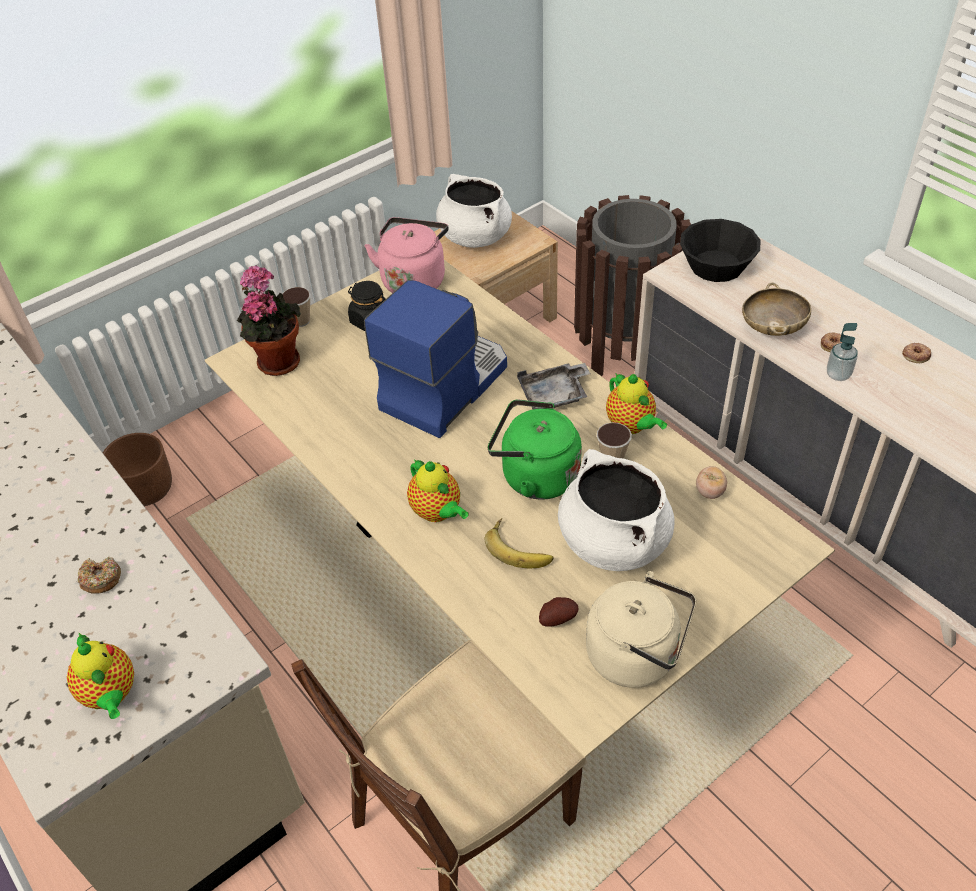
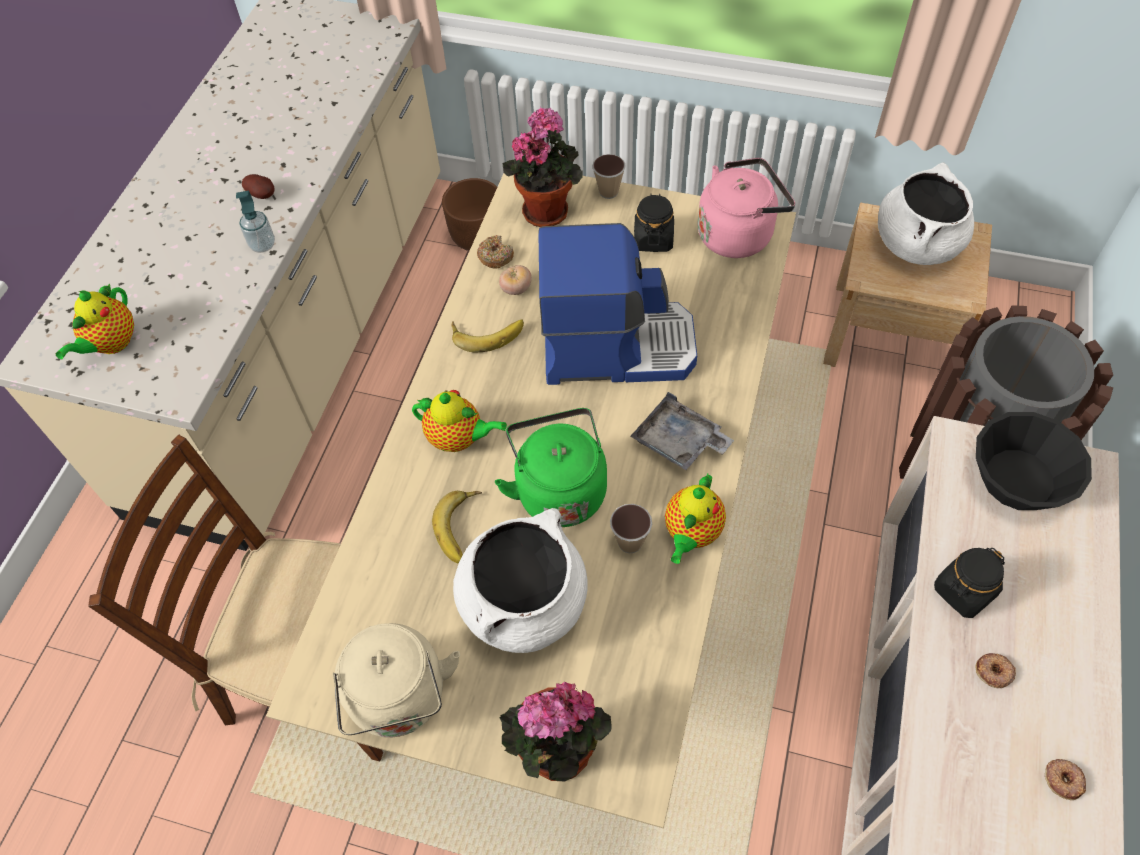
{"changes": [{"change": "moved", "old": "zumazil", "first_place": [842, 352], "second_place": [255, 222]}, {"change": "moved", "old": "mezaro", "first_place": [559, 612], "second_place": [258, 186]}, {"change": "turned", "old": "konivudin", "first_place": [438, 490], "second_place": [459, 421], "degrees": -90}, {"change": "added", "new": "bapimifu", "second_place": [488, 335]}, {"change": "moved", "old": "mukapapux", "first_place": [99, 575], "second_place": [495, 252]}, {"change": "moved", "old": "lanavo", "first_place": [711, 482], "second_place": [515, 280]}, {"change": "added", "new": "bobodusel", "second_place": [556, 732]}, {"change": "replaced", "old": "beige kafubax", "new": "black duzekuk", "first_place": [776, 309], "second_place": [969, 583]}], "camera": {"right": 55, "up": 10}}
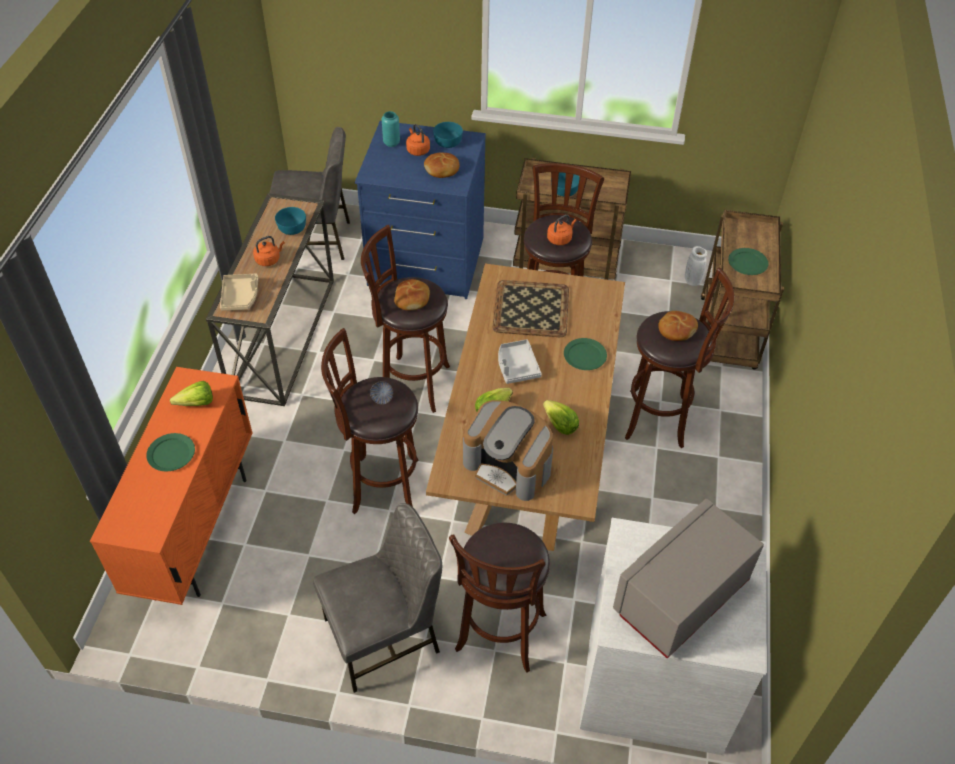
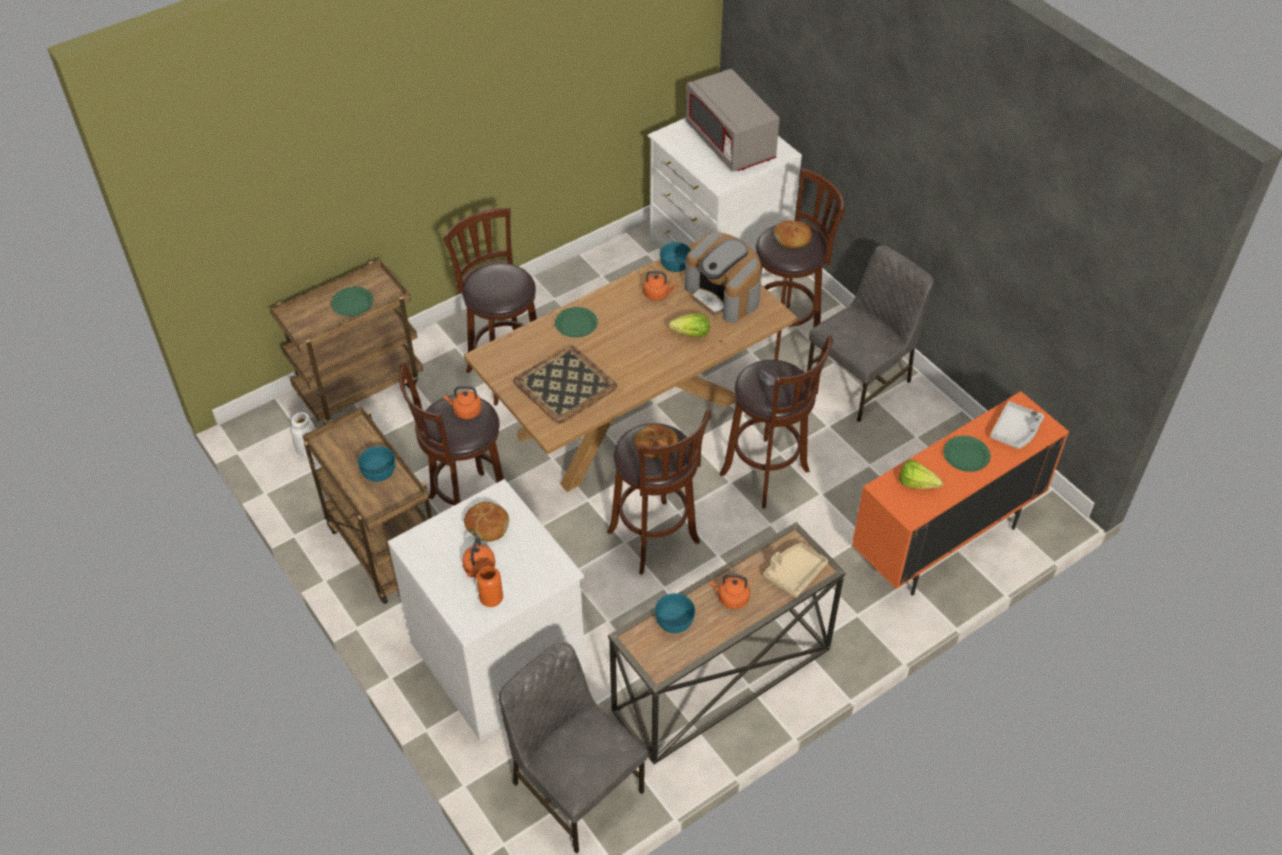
{"changes": [{"change": "recoloured", "old": "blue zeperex", "new": "white zeperex", "first_place": [420, 210], "second_place": [487, 610]}, {"change": "recoloured", "old": "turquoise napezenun", "new": "orange napezenun", "first_place": [391, 129], "second_place": [489, 586]}, {"change": "replaced", "old": "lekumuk", "new": "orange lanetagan", "first_place": [561, 417], "second_place": [660, 286]}, {"change": "moved", "old": "turquoise kafubax", "first_place": [448, 135], "second_place": [675, 257]}, {"change": "turned", "old": "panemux", "first_place": [508, 450], "second_place": [723, 277], "degrees": 150}, {"change": "turned", "old": "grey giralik", "first_place": [688, 578], "second_place": [732, 120], "degrees": 60}, {"change": "moved", "old": "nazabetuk", "first_place": [678, 326], "second_place": [793, 234]}, {"change": "turned", "old": "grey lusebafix", "first_place": [377, 598], "second_place": [870, 334], "degrees": 120}, {"change": "moved", "old": "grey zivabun", "first_place": [520, 361], "second_place": [1017, 425]}], "camera": {"right": -135, "up": 0}}
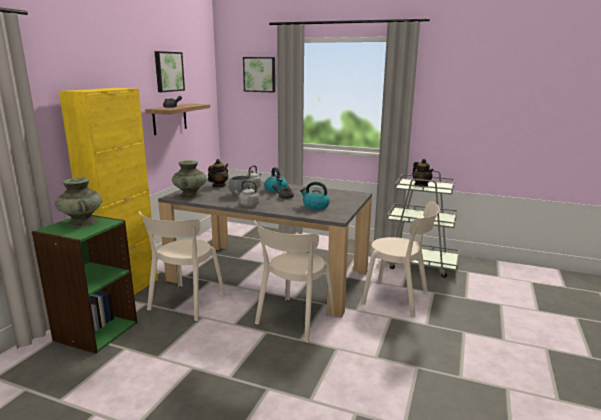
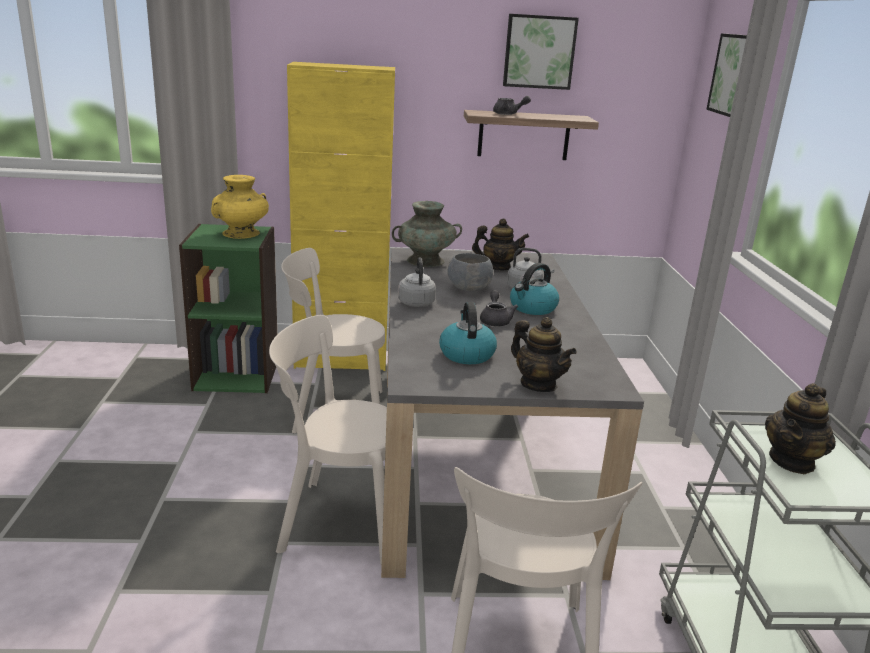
{"changes": [{"change": "recoloured", "old": "turquoise napezenun", "new": "yellow napezenun", "first_place": [78, 202], "second_place": [240, 207]}, {"change": "added", "new": "konivudin", "second_place": [544, 354]}], "camera": {"right": 65, "up": 5}}
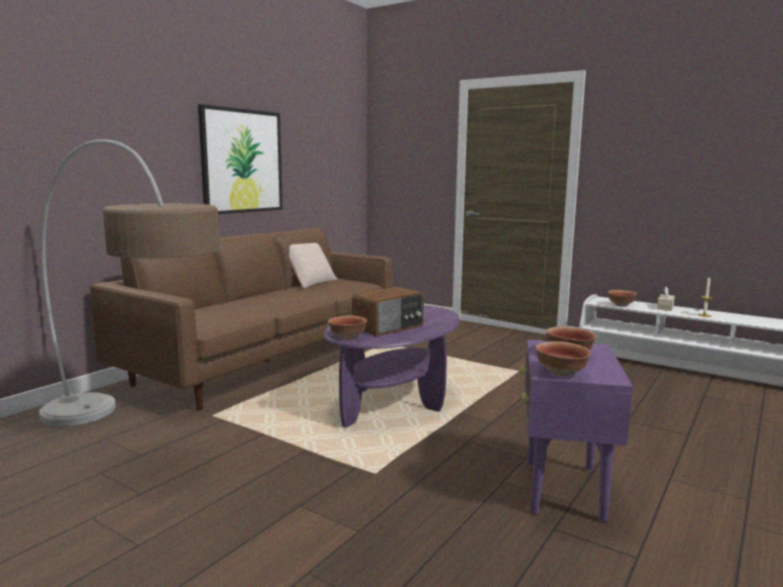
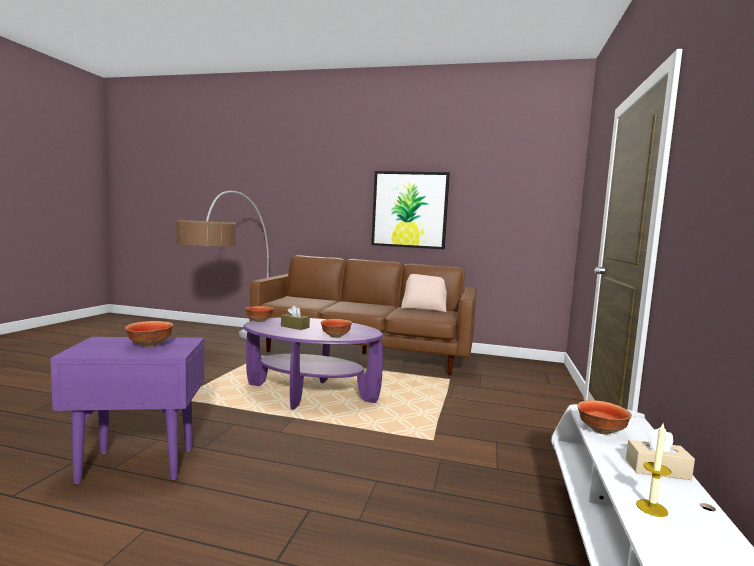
{"changes": [{"change": "replaced", "old": "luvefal", "new": "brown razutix", "first_place": [388, 311], "second_place": [295, 317]}, {"change": "moved", "old": "kafubax", "first_place": [563, 358], "second_place": [336, 328]}], "camera": {"right": 70, "up": -5}}
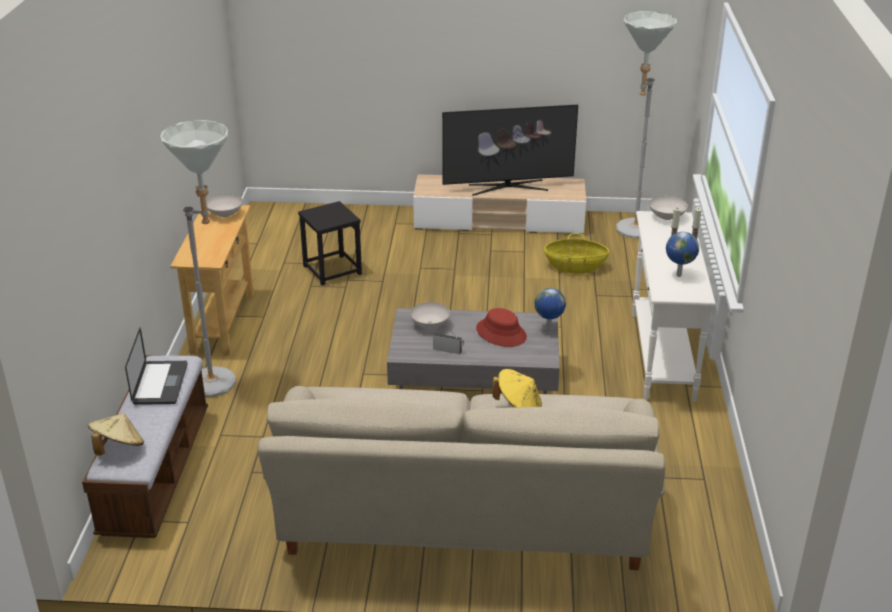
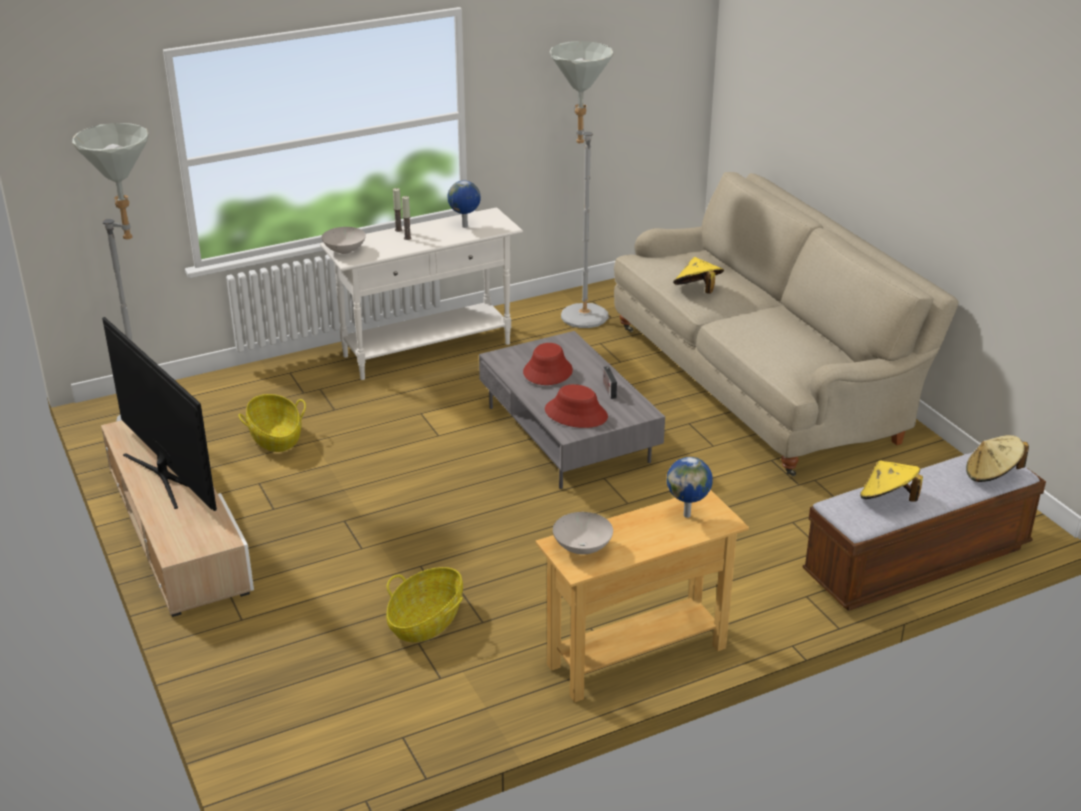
{"changes": [{"change": "replaced", "old": "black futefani", "new": "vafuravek", "first_place": [330, 243], "second_place": [424, 604]}, {"change": "replaced", "old": "white kafubax", "new": "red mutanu", "first_place": [430, 315], "second_place": [576, 406]}, {"change": "moved", "old": "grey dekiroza", "first_place": [198, 258], "second_place": [582, 184]}, {"change": "moved", "old": "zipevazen", "first_place": [550, 309], "second_place": [689, 487]}, {"change": "replaced", "old": "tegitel", "new": "yellow mutanu", "first_place": [156, 366], "second_place": [891, 481]}], "camera": {"right": -120, "up": 0}}
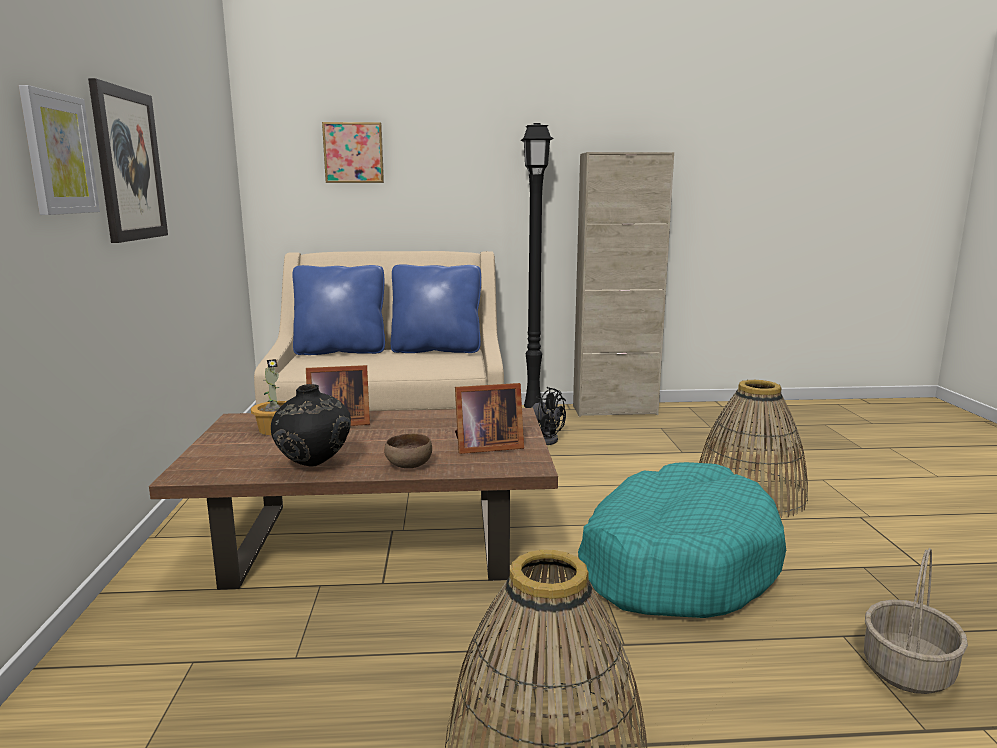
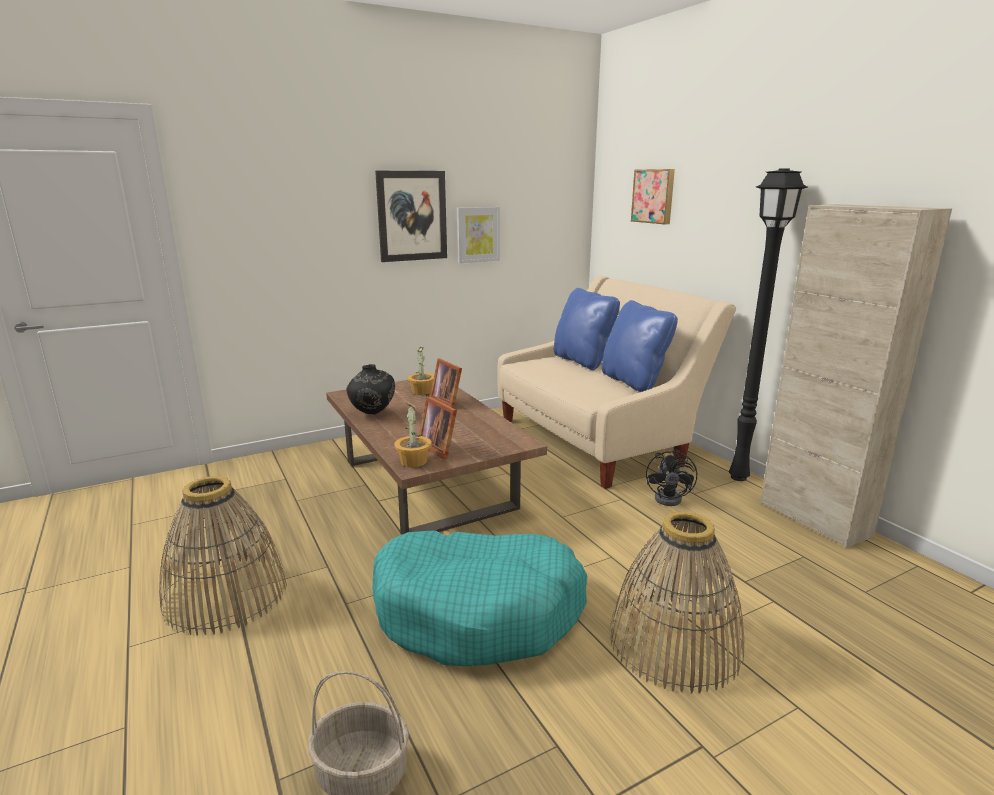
{"changes": [{"change": "added", "new": "bobodusel", "second_place": [413, 435]}, {"change": "moved", "old": "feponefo", "first_place": [59, 150], "second_place": [478, 235]}, {"change": "removed", "old": "brown kafubax", "first_place": [408, 450]}], "camera": {"right": 65, "up": 5}}
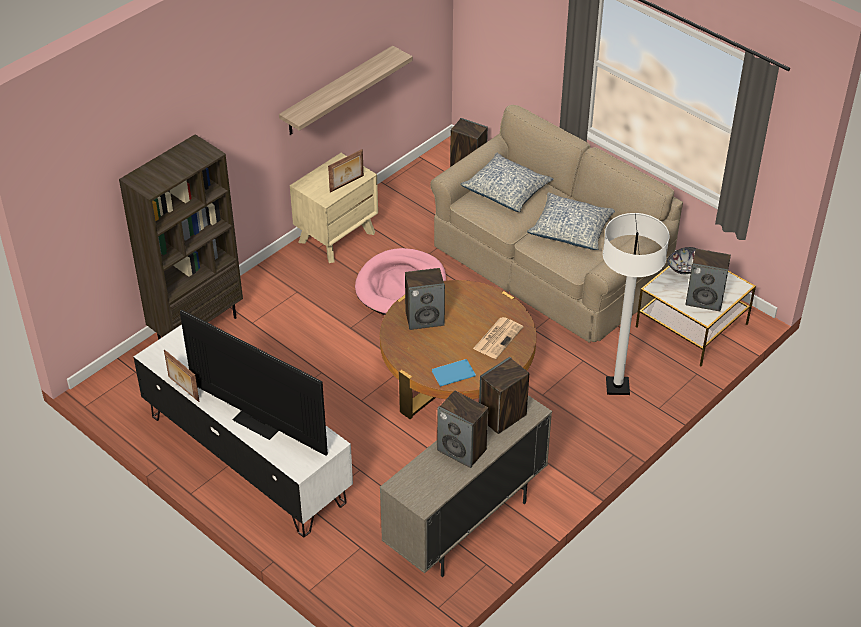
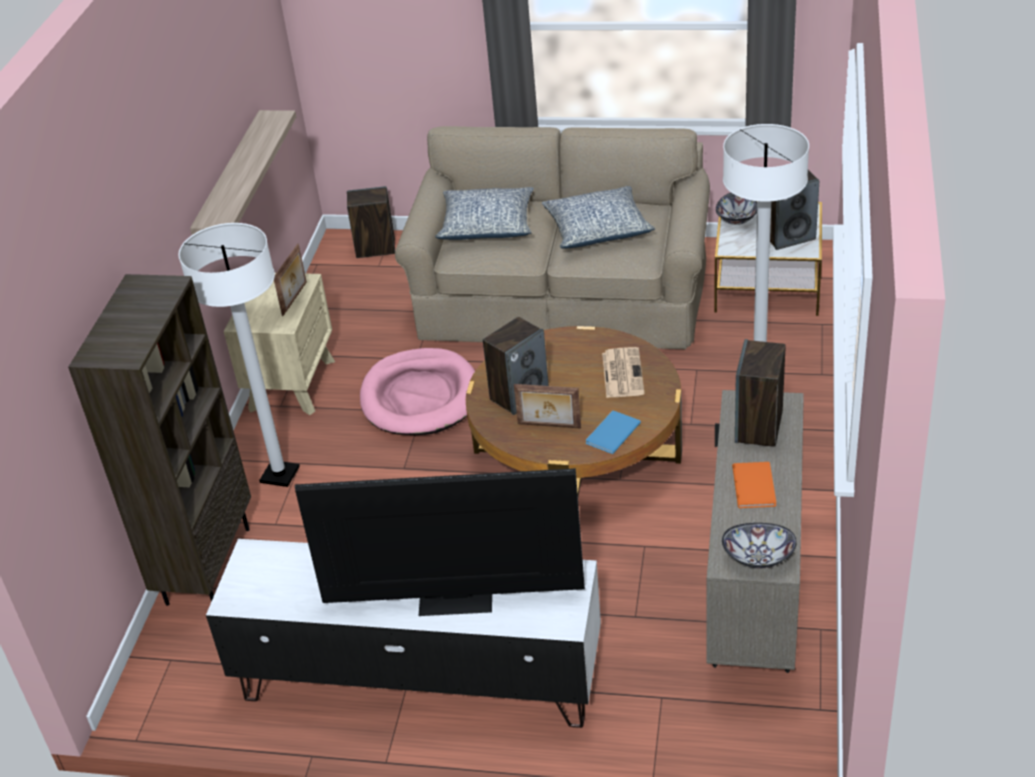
{"changes": [{"change": "added", "new": "white dekiroza", "second_place": [239, 355]}, {"change": "moved", "old": "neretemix", "first_place": [181, 376], "second_place": [547, 406]}, {"change": "added", "new": "kafubax", "second_place": [759, 545]}, {"change": "replaced", "old": "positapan", "new": "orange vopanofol", "first_place": [462, 429], "second_place": [754, 485]}], "camera": {"right": -30, "up": -5}}
